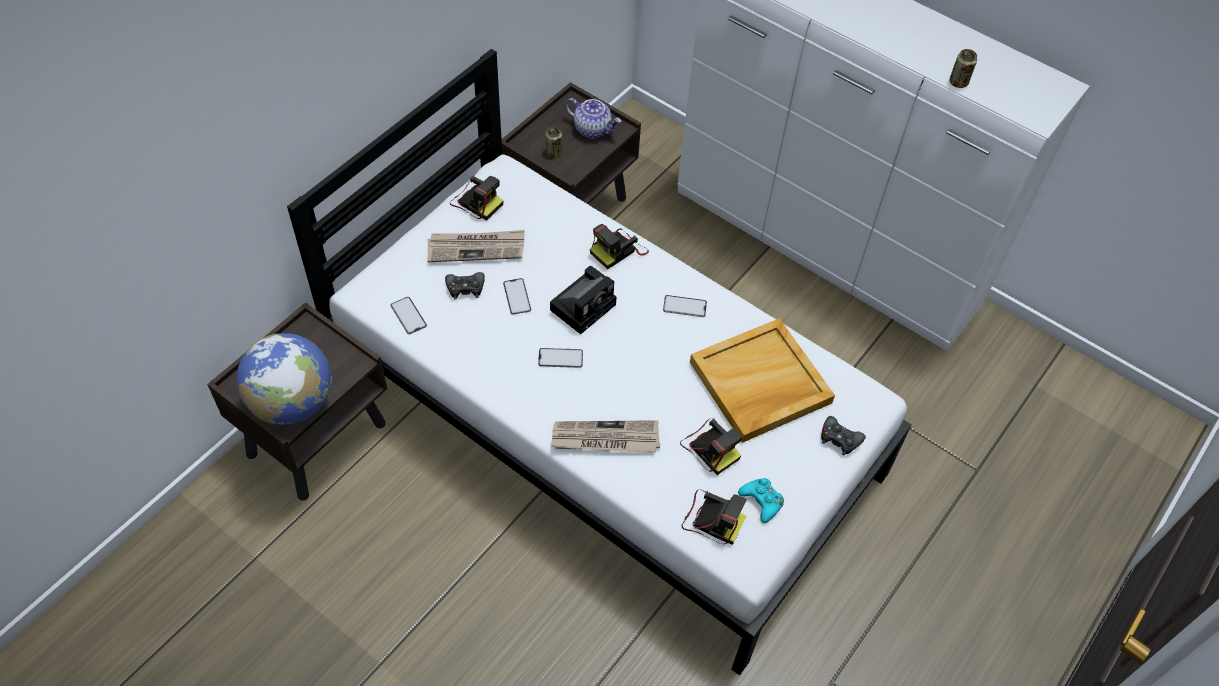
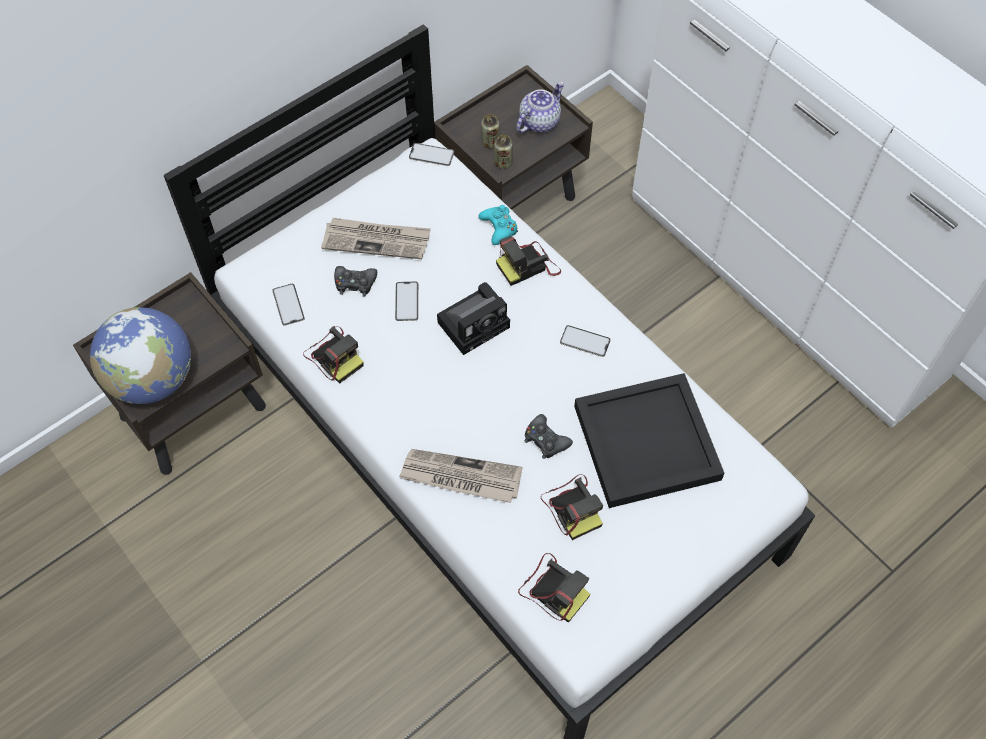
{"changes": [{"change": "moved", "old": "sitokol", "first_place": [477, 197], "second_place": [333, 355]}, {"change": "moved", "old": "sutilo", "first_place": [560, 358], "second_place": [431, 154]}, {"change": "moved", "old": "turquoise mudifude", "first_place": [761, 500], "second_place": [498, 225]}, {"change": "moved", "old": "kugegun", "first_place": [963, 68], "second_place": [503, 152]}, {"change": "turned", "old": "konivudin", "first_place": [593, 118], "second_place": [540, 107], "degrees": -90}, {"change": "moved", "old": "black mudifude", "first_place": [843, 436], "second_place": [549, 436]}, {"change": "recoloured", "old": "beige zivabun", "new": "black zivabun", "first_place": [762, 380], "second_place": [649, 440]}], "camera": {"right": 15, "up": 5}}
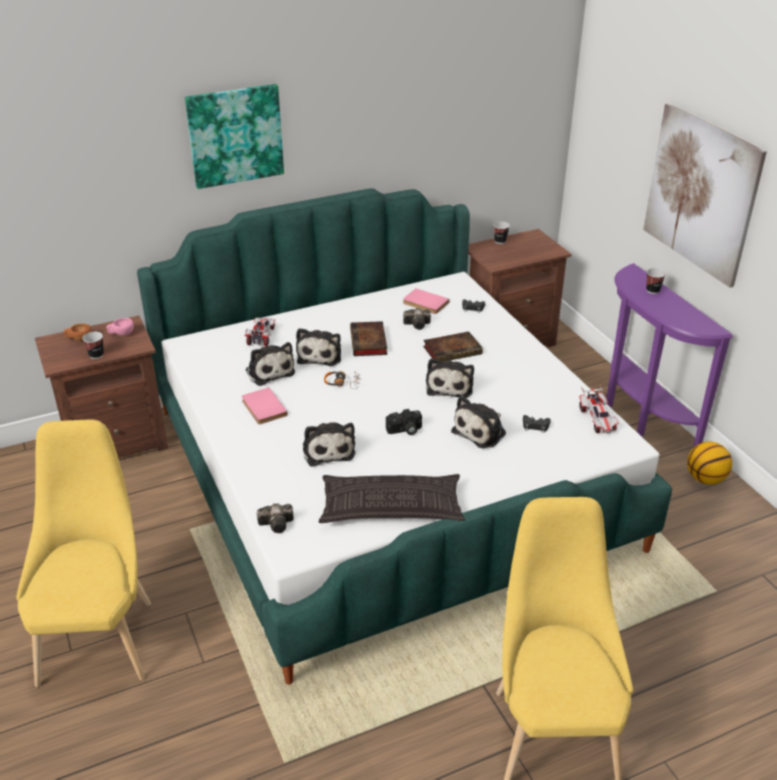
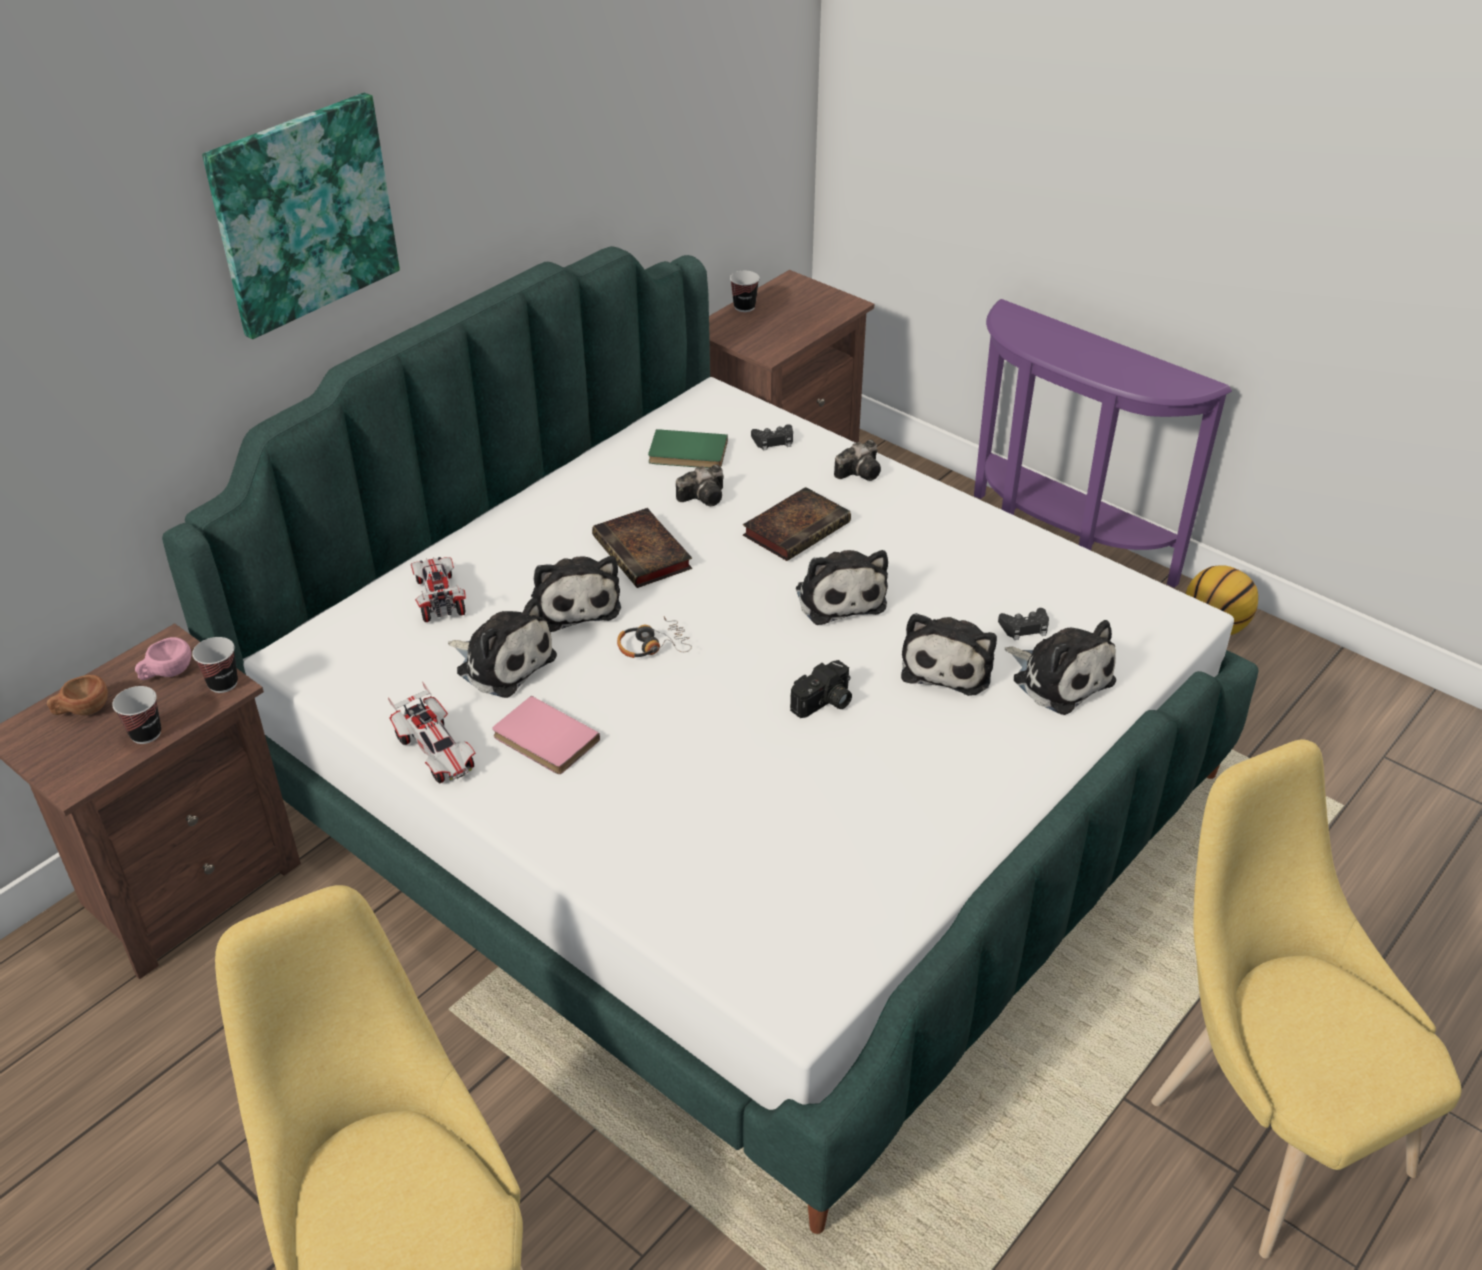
{"changes": [{"change": "moved", "old": "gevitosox", "first_place": [656, 281], "second_place": [215, 665]}, {"change": "moved", "old": "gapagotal", "first_place": [599, 409], "second_place": [432, 733]}, {"change": "recoloured", "old": "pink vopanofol", "new": "green vopanofol", "first_place": [426, 301], "second_place": [688, 448]}, {"change": "moved", "old": "sitokol", "first_place": [275, 518], "second_place": [857, 460]}, {"change": "moved", "old": "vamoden", "first_place": [329, 444], "second_place": [1060, 667]}, {"change": "removed", "old": "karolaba", "first_place": [392, 498]}, {"change": "removed", "old": "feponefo", "first_place": [705, 195]}], "camera": {"right": -25, "up": 5}}
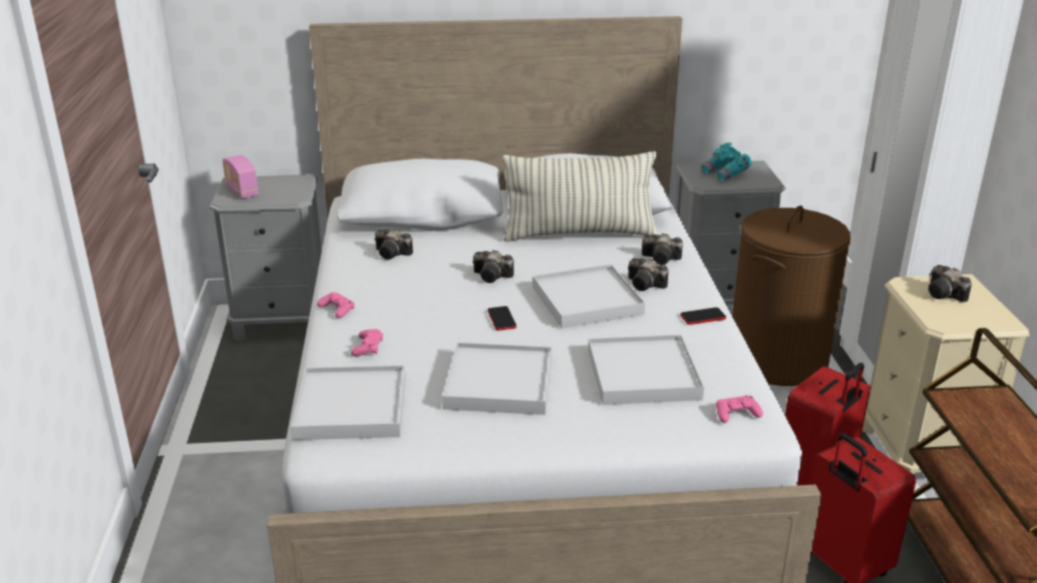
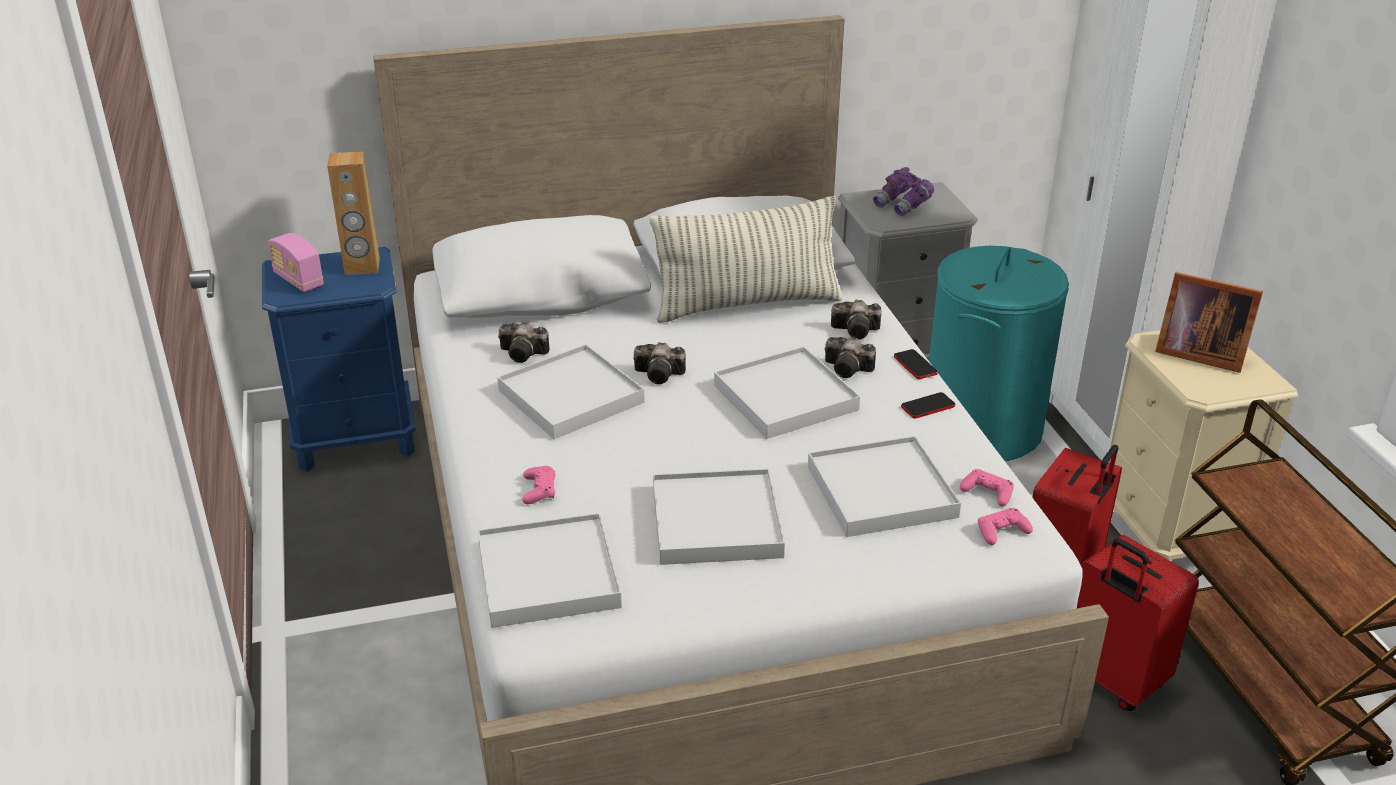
{"changes": [{"change": "recoloured", "old": "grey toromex", "new": "blue toromex", "first_place": [266, 257], "second_place": [339, 359]}, {"change": "added", "new": "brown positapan", "second_place": [353, 213]}, {"change": "added", "new": "white zivabun", "second_place": [571, 391]}, {"change": "recoloured", "old": "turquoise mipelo", "new": "purple mipelo", "first_place": [727, 161], "second_place": [903, 191]}, {"change": "moved", "old": "sutilo", "first_place": [502, 318], "second_place": [916, 364]}, {"change": "recoloured", "old": "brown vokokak", "new": "turquoise vokokak", "first_place": [791, 295], "second_place": [999, 353]}, {"change": "moved", "old": "pink mudifude", "first_place": [336, 305], "second_place": [987, 488]}, {"change": "replaced", "old": "sitokol", "new": "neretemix", "first_place": [950, 283], "second_place": [1209, 322]}], "camera": {"right": -10, "up": 5}}
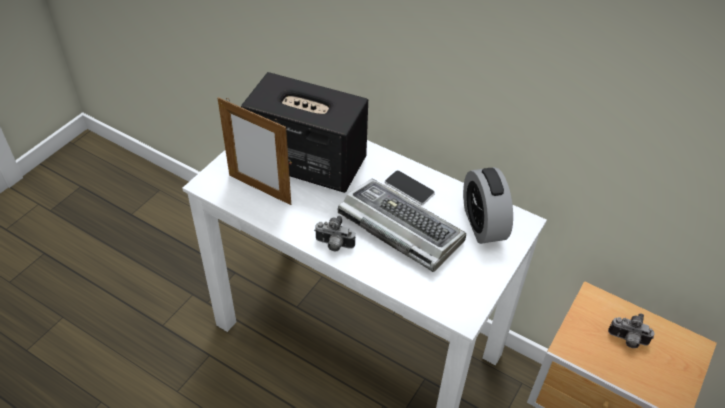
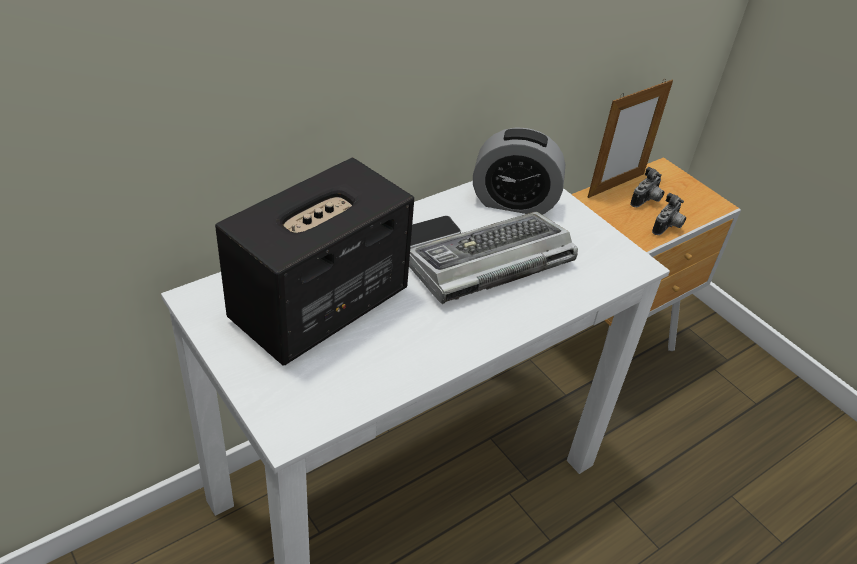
{"changes": [{"change": "moved", "old": "neretemix", "first_place": [254, 151], "second_place": [630, 138]}, {"change": "moved", "old": "sitokol", "first_place": [334, 234], "second_place": [669, 214]}], "camera": {"right": -70, "up": -5}}
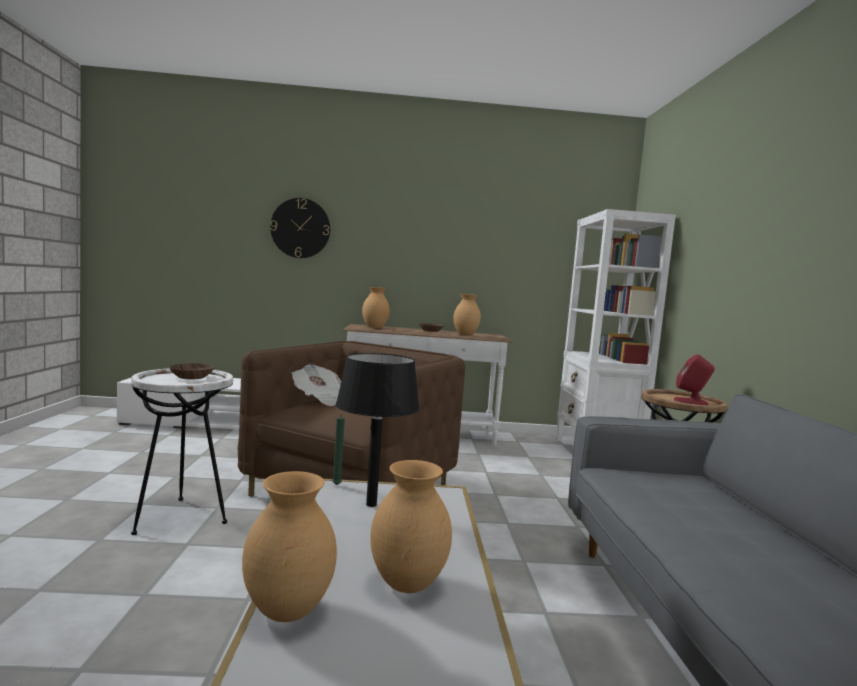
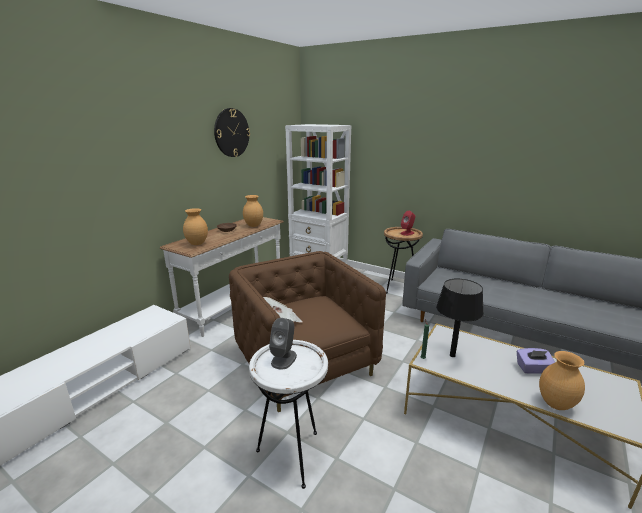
{"changes": [{"change": "moved", "old": "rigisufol", "first_place": [300, 228], "second_place": [232, 132]}, {"change": "replaced", "old": "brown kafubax", "new": "grey positapan", "first_place": [191, 371], "second_place": [283, 344]}, {"change": "replaced", "old": "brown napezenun", "new": "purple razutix", "first_place": [411, 526], "second_place": [536, 361]}], "camera": {"right": -55, "up": 15}}
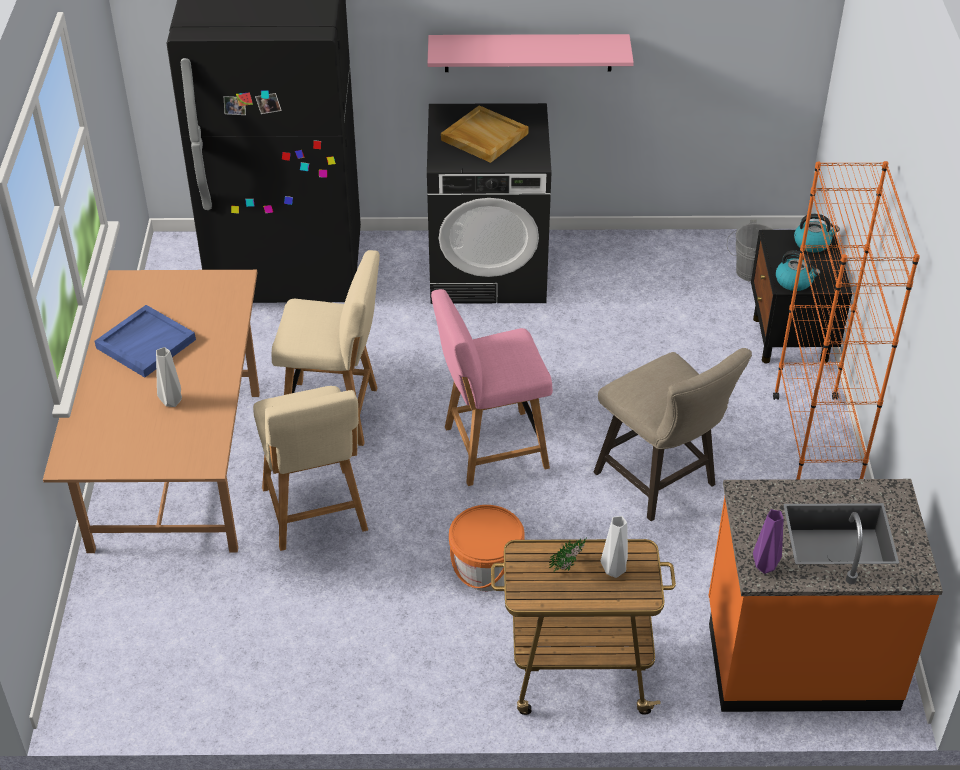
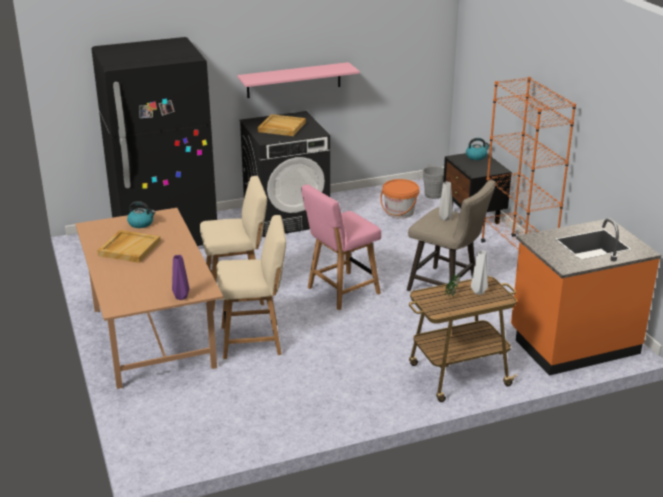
{"changes": [{"change": "recoloured", "old": "blue zivabun", "new": "beige zivabun", "first_place": [145, 341], "second_place": [129, 246]}, {"change": "moved", "old": "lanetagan", "first_place": [798, 270], "second_place": [141, 214]}, {"change": "moved", "old": "purple napezenun", "first_place": [768, 542], "second_place": [180, 277]}, {"change": "turned", "old": "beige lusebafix", "first_place": [310, 468], "second_place": [251, 287], "degrees": -60}, {"change": "moved", "old": "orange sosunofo", "first_place": [487, 548], "second_place": [400, 199]}, {"change": "moved", "old": "grey napezenun", "first_place": [169, 377], "second_place": [446, 201]}], "camera": {"right": -20, "up": -15}}
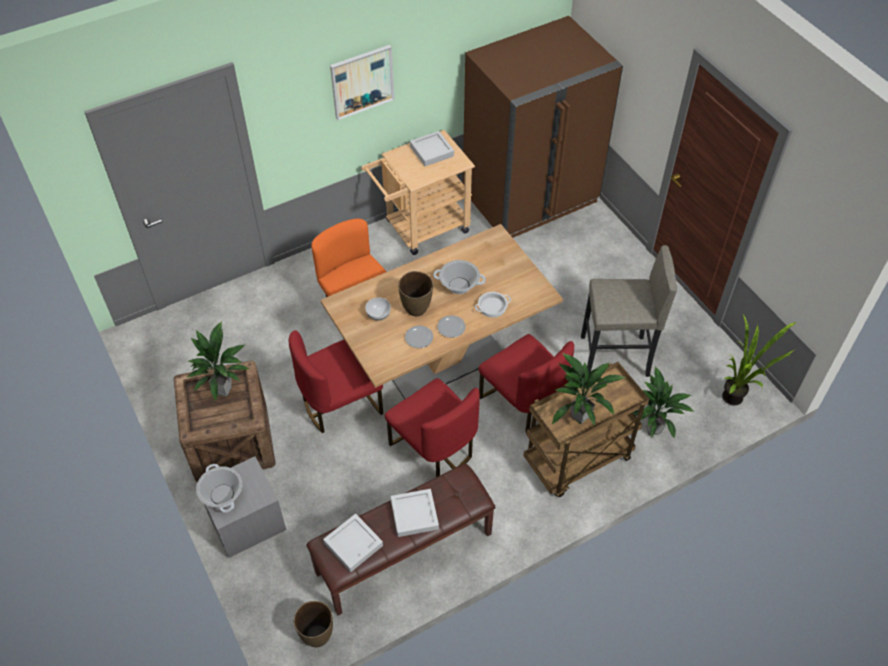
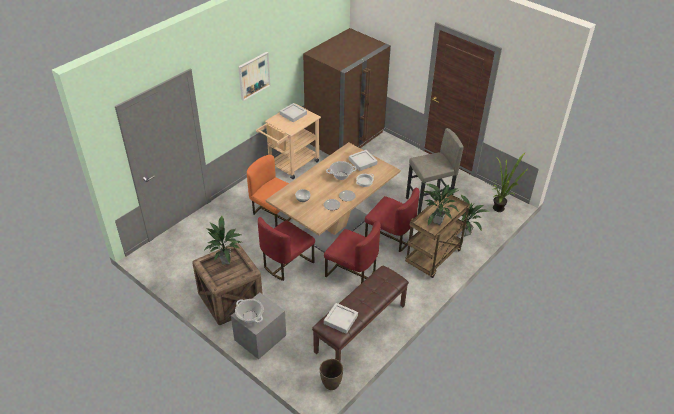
{"changes": [{"change": "moved", "old": "grey zivabun", "first_place": [414, 513], "second_place": [363, 160]}, {"change": "removed", "old": "brown napezenun", "first_place": [415, 293]}], "camera": {"right": -20, "up": -10}}
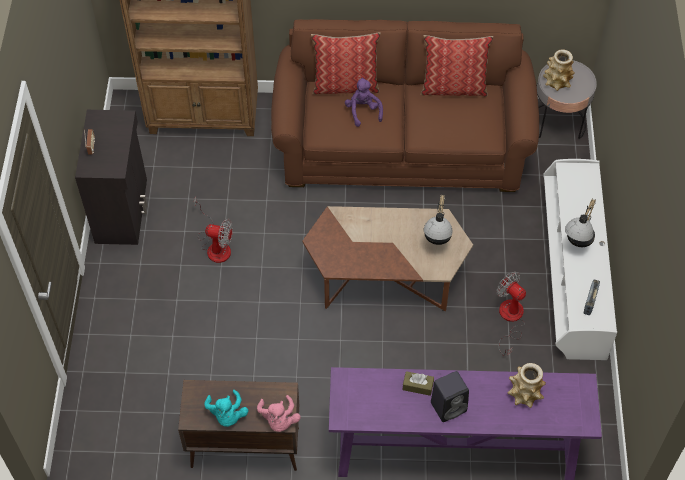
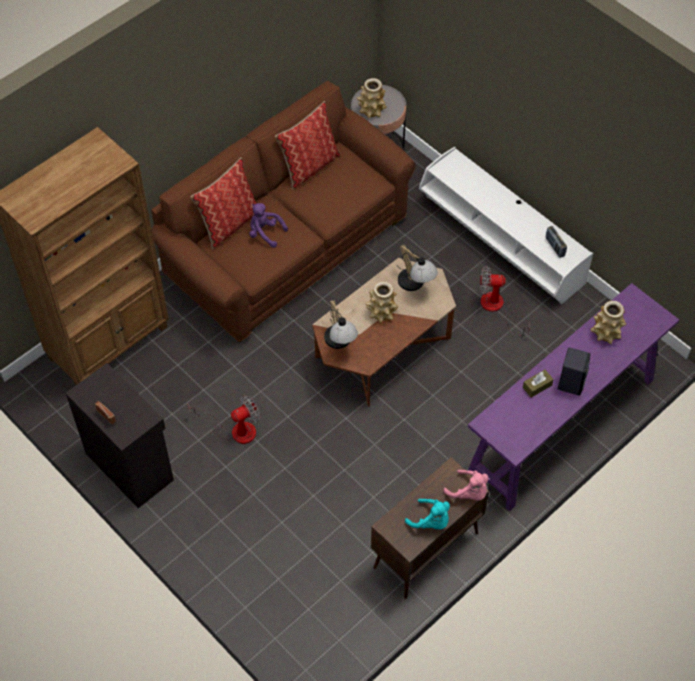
{"changes": [{"change": "moved", "old": "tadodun", "first_place": [580, 223], "second_place": [341, 324]}, {"change": "added", "new": "napezenun", "second_place": [382, 302]}], "camera": {"right": -45, "up": 0}}
